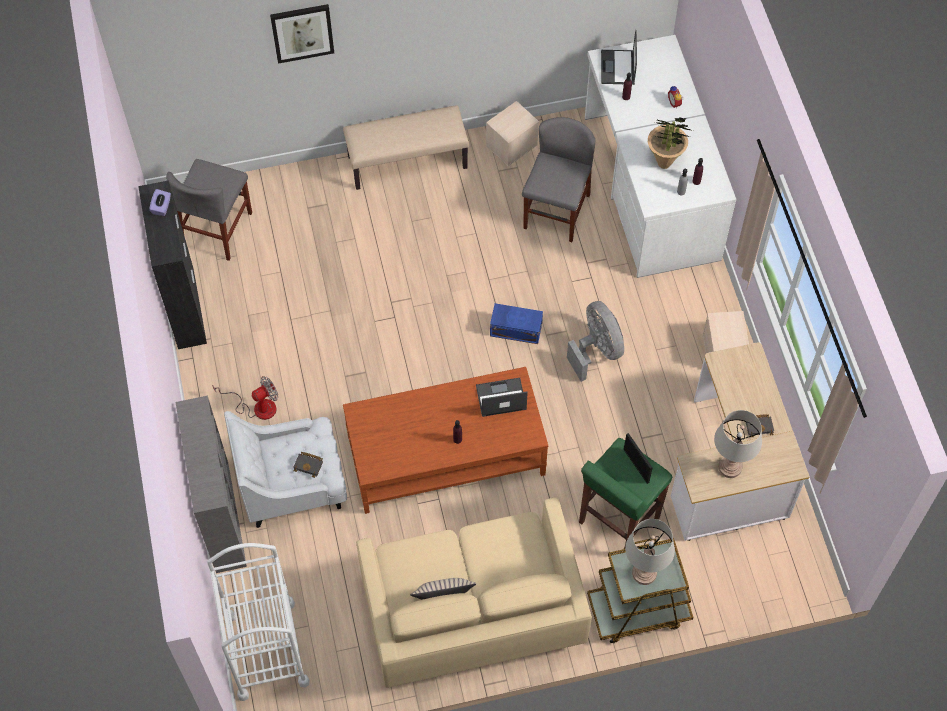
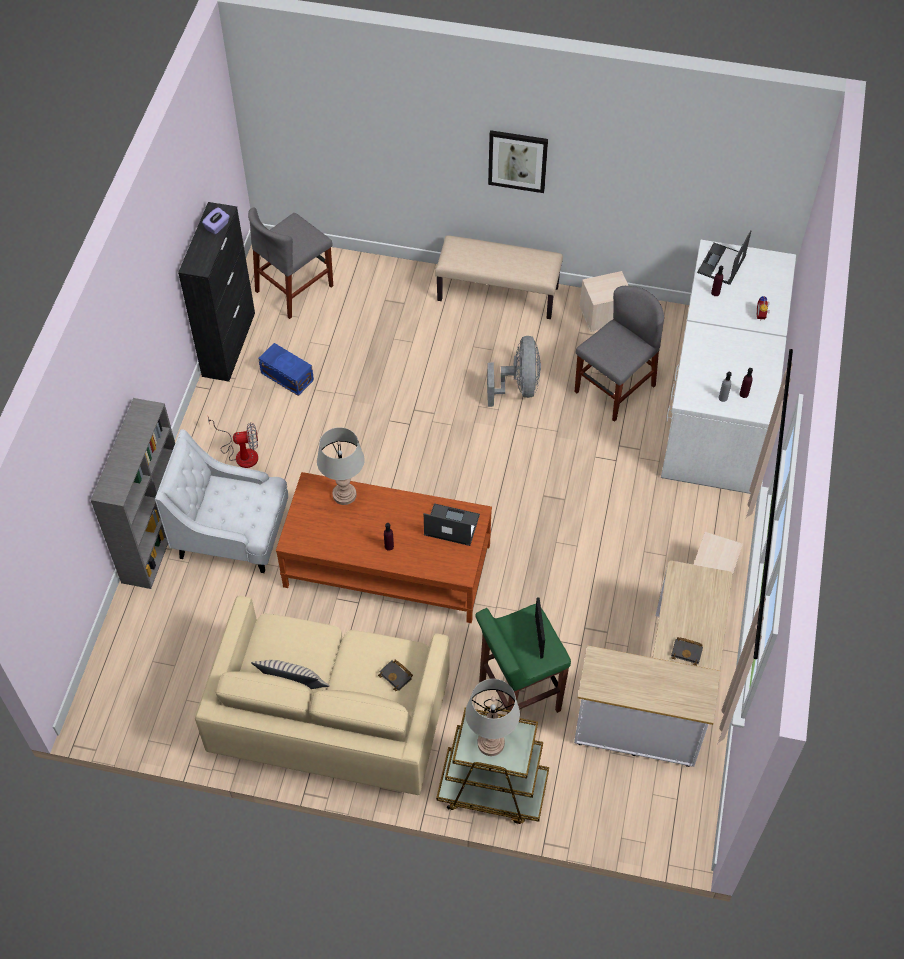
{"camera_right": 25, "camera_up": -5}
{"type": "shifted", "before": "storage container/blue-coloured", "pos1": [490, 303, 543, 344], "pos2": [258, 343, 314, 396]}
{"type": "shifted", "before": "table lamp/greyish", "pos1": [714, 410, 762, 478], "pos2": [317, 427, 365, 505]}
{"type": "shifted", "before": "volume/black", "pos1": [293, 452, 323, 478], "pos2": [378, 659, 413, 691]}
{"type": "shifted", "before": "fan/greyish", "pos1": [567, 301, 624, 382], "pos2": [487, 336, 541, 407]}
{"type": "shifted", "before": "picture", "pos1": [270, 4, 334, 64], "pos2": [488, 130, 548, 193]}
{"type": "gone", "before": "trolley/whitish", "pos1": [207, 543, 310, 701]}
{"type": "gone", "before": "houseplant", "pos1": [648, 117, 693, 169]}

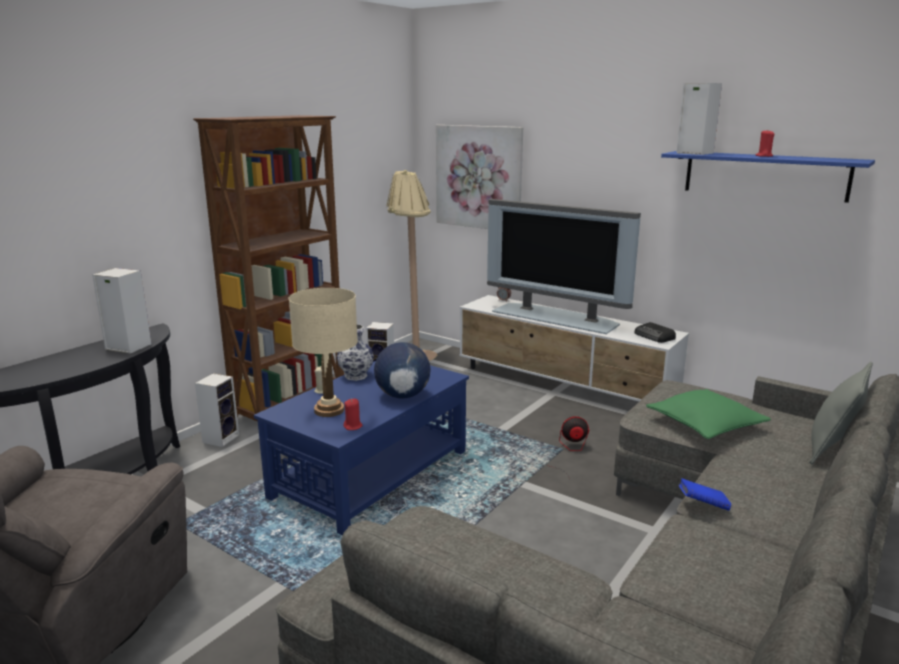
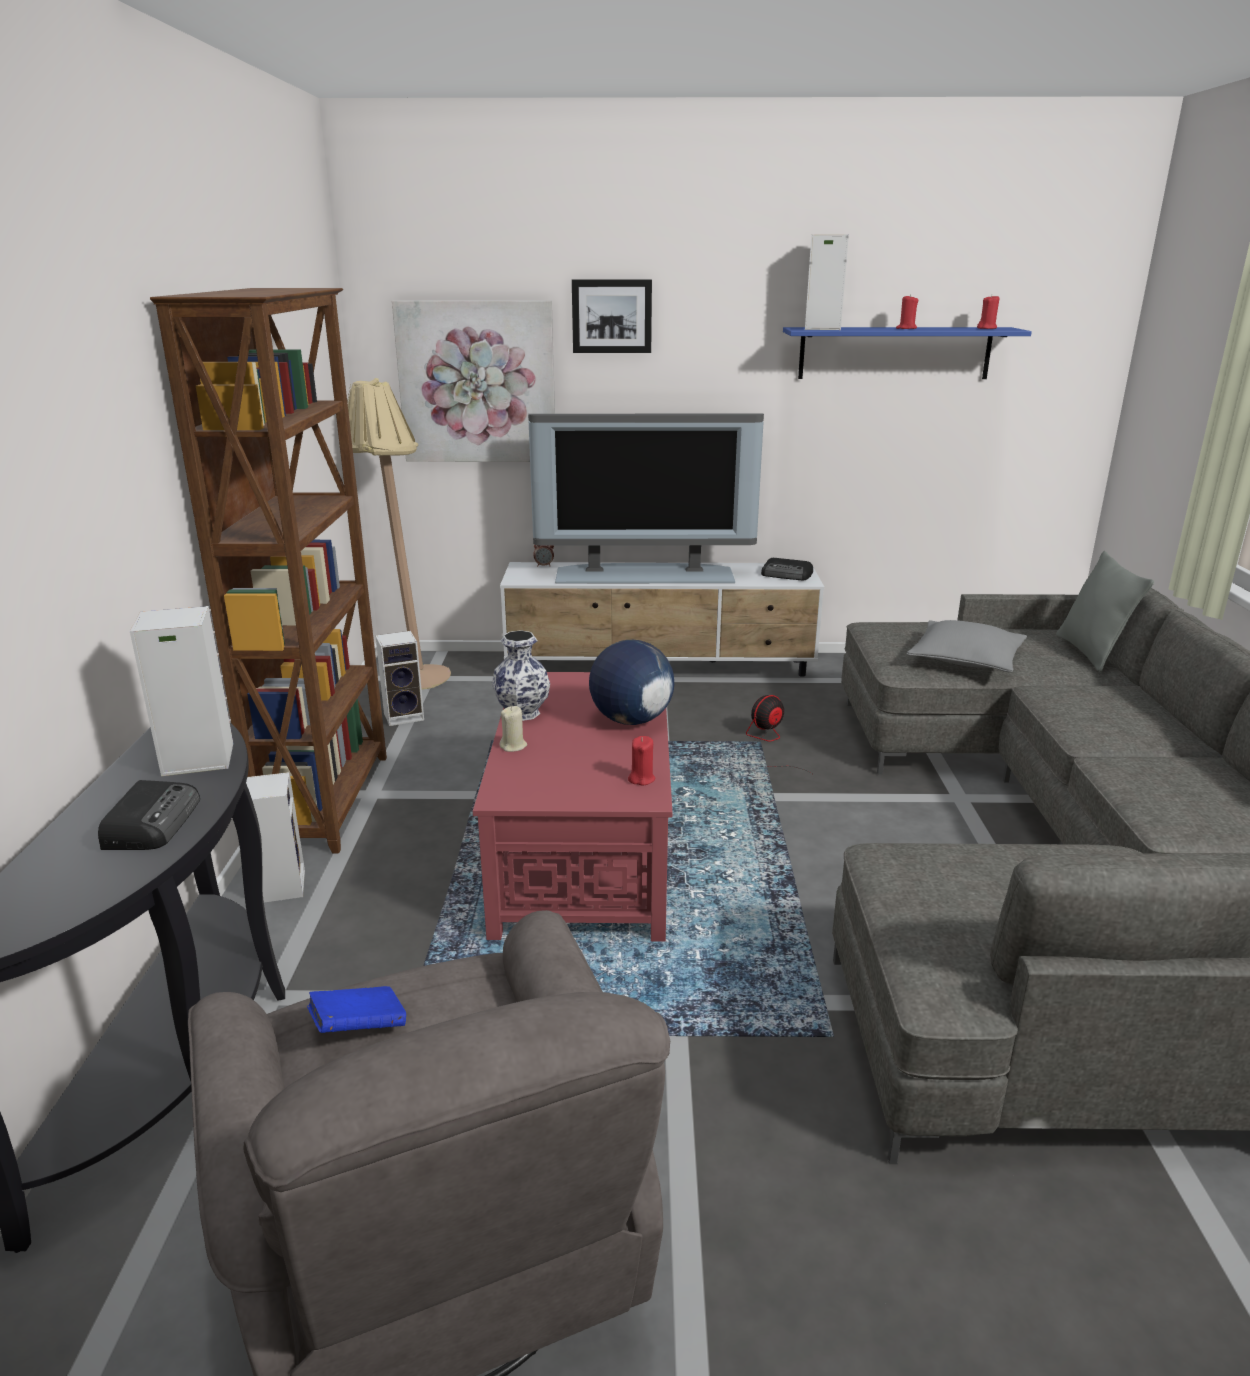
{"camera_right": -35, "camera_up": 5}
{"type": "new", "after": "radio set", "pos2": [98, 780, 200, 850]}
{"type": "shifted", "before": "volume/blue-coloured", "pos1": [679, 478, 731, 511], "pos2": [307, 986, 406, 1033]}
{"type": "repainted", "before": "lounge table/blue-coloured", "after": "lounge table/reddish", "pos1": [254, 361, 469, 535], "pos2": [473, 672, 672, 941]}
{"type": "new", "after": "picture", "pos2": [572, 279, 652, 353]}
{"type": "repainted", "before": "cushion/green", "after": "cushion/greyish", "pos1": [646, 389, 771, 439], "pos2": [906, 620, 1027, 672]}
{"type": "new", "after": "candle/reddish", "pos2": [977, 295, 999, 329]}
{"type": "gone", "before": "table lamp/beige-coloured", "pos1": [289, 288, 358, 417]}

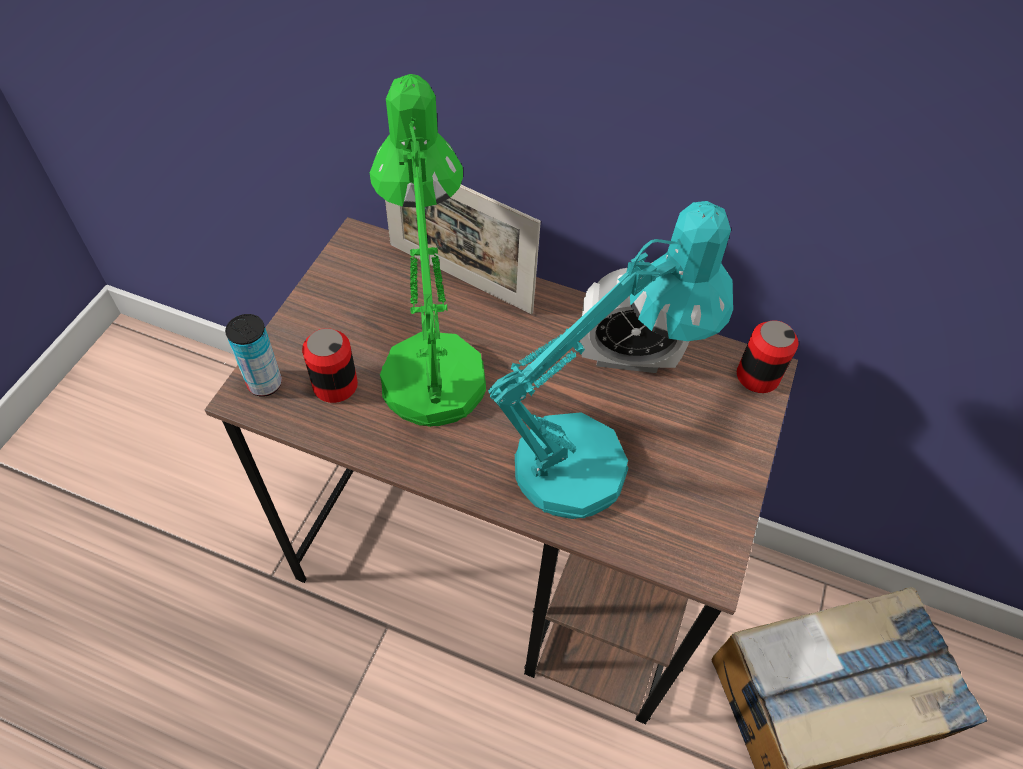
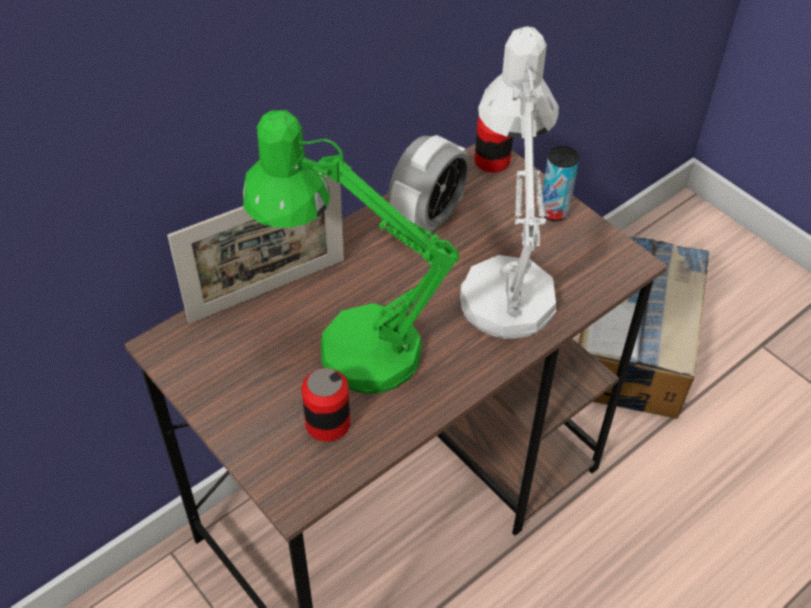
{"camera_right": -60, "camera_up": -5}
{"type": "repainted", "before": "table lamp/turquoise-coloured", "after": "table lamp/whitish", "pos1": [488, 201, 733, 519], "pos2": [460, 26, 559, 339]}
{"type": "shifted", "before": "can", "pos1": [225, 314, 282, 397], "pos2": [541, 146, 579, 221]}

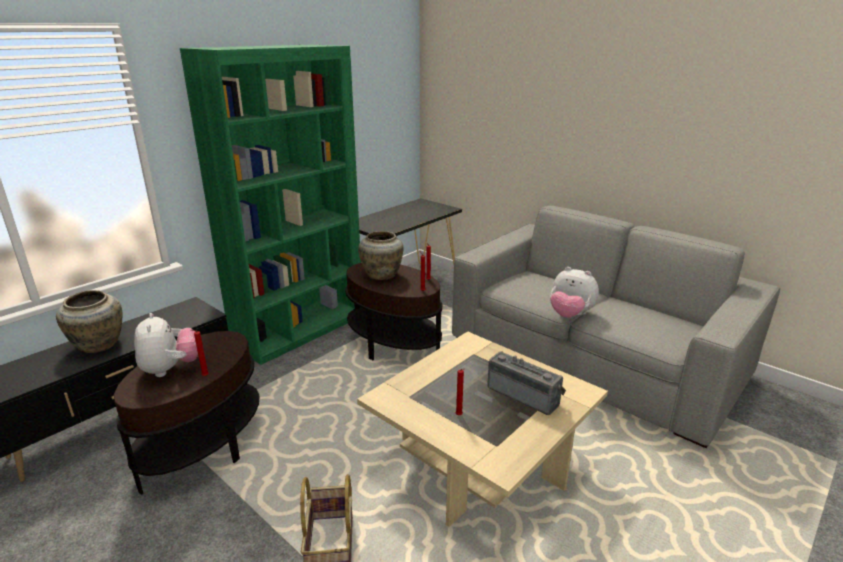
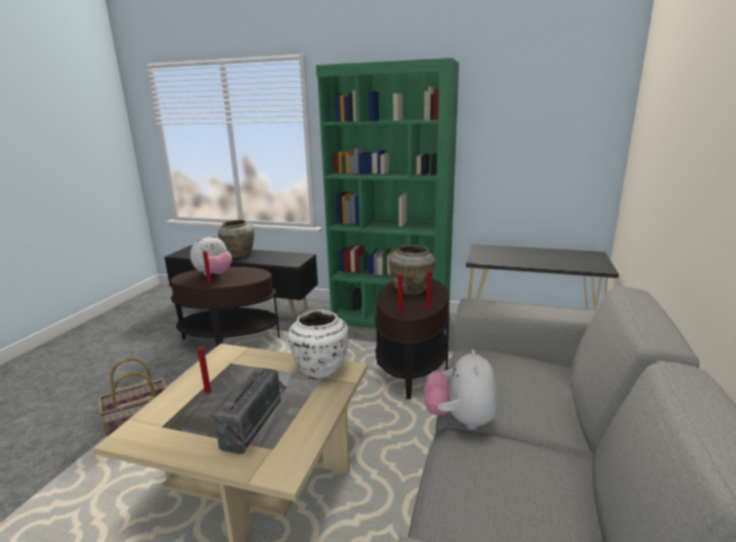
{"camera_right": 65, "camera_up": -5}
{"type": "new", "after": "vase/whitish", "pos2": [288, 310, 349, 379]}

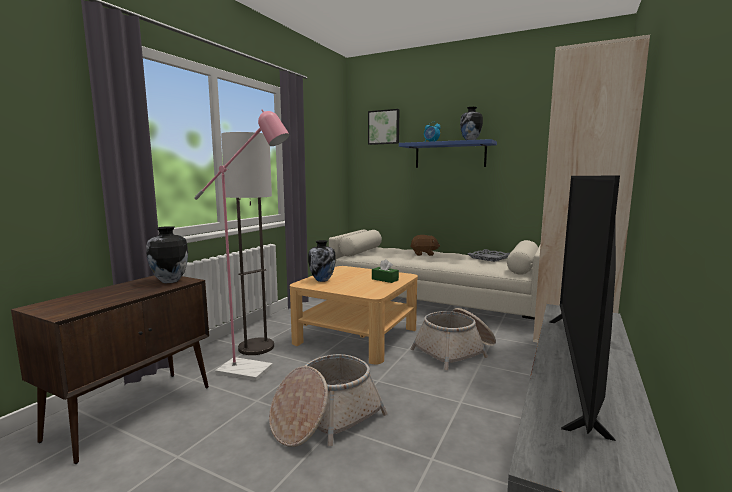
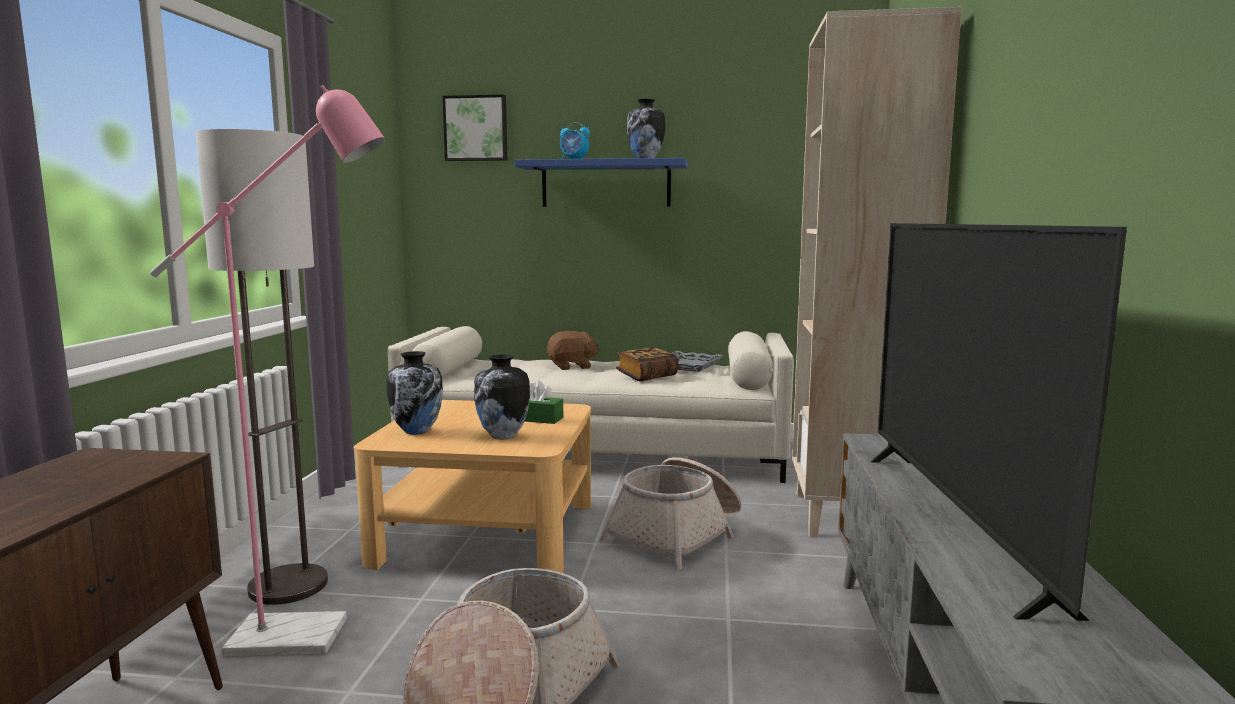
{"camera_right": -20, "camera_up": 0}
{"type": "shifted", "before": "vase", "pos1": [146, 226, 188, 283], "pos2": [474, 354, 530, 439]}
{"type": "new", "after": "volume", "pos2": [616, 347, 678, 381]}

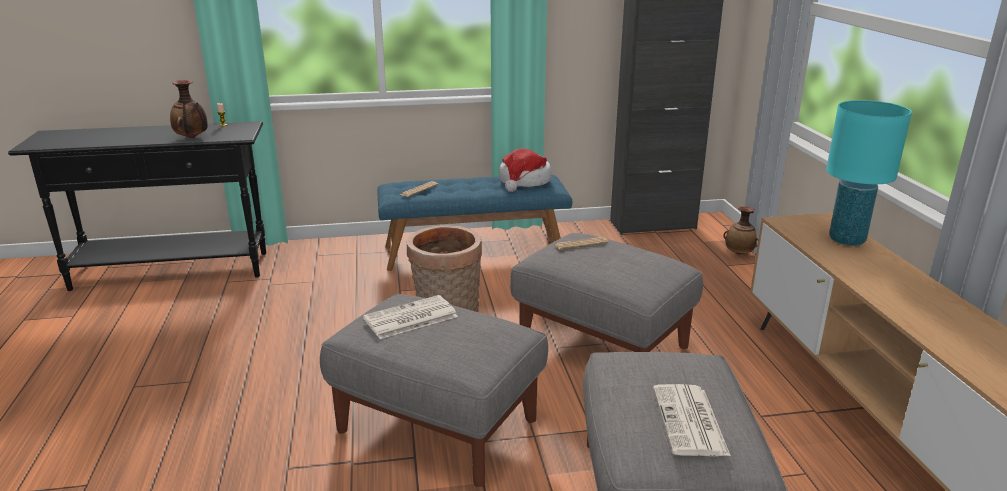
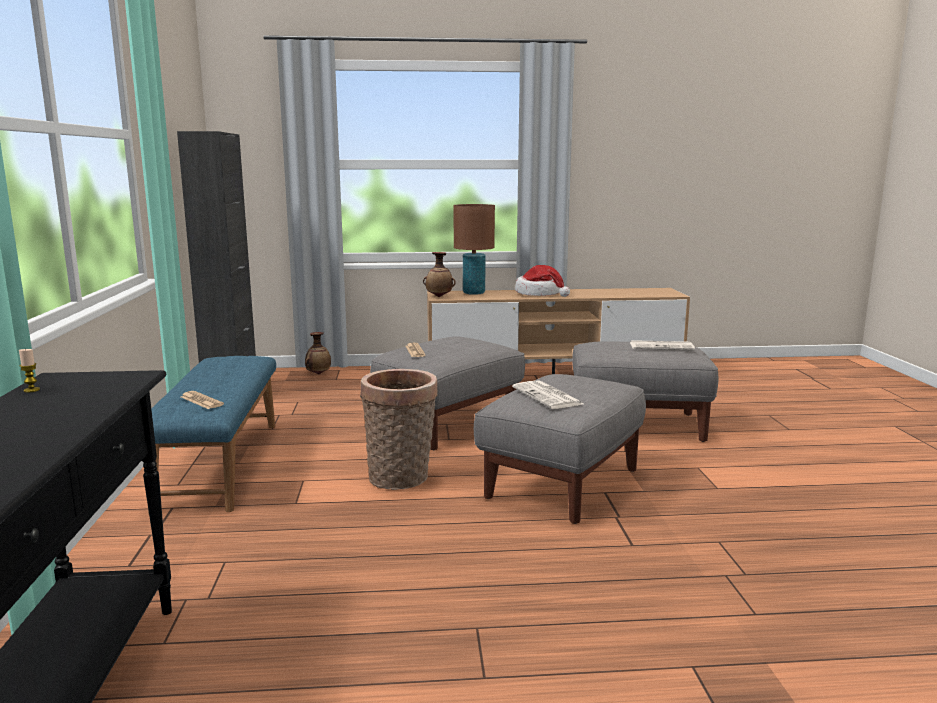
{"camera_right": -85, "camera_up": -10}
{"type": "shifted", "before": "vase", "pos1": [170, 80, 208, 139], "pos2": [423, 252, 456, 297]}
{"type": "repainted", "before": "table lamp/turquoise-coloured", "after": "table lamp/brownish", "pos1": [826, 100, 912, 246], "pos2": [453, 204, 495, 295]}
{"type": "shifted", "before": "clothing hat", "pos1": [499, 148, 552, 192], "pos2": [515, 265, 570, 297]}

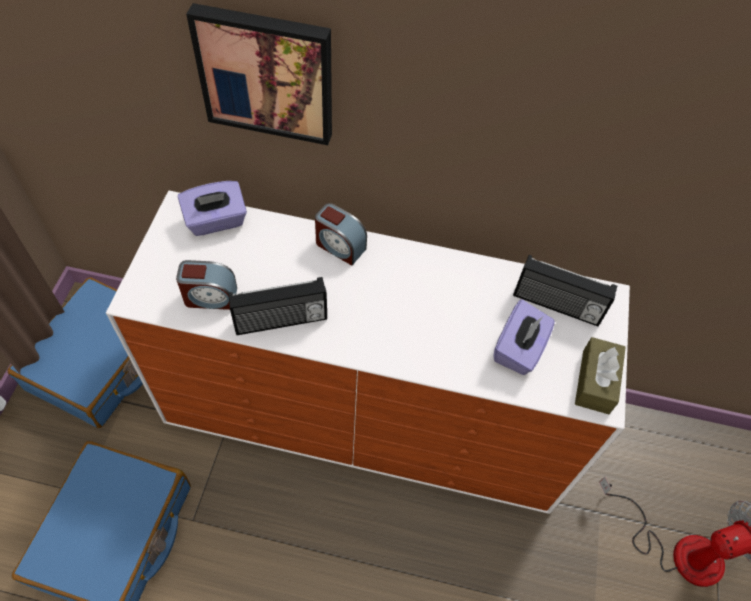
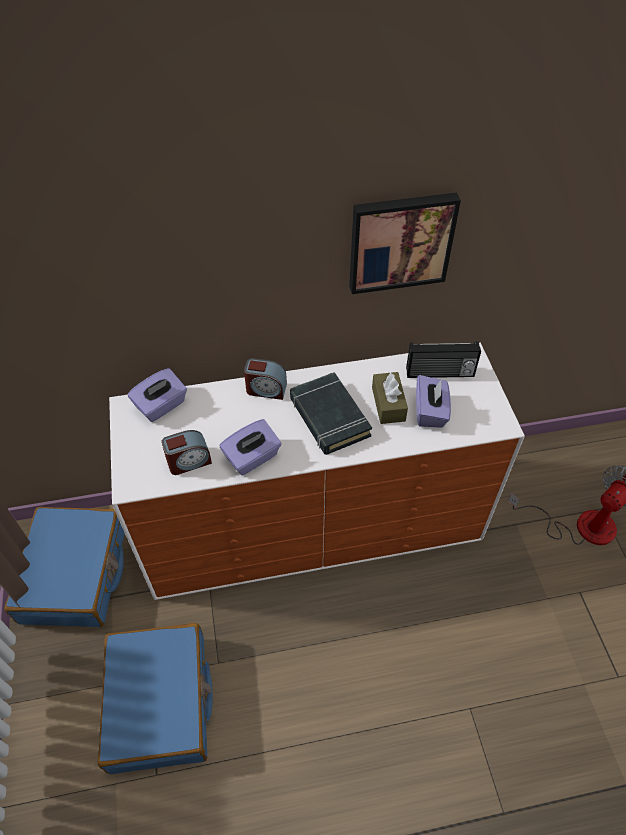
{"camera_right": -20, "camera_up": -5}
{"type": "swapped", "before": "radio set", "after": "tissue box/purplish", "pos1": [228, 277, 327, 335], "pos2": [220, 419, 281, 475]}
{"type": "new", "after": "volume/black", "pos2": [290, 372, 372, 455]}
{"type": "shifted", "before": "picture", "pos1": [186, 3, 332, 145], "pos2": [349, 193, 461, 294]}
{"type": "shifted", "before": "tissue box/brownish", "pos1": [575, 337, 626, 414], "pos2": [372, 372, 408, 424]}

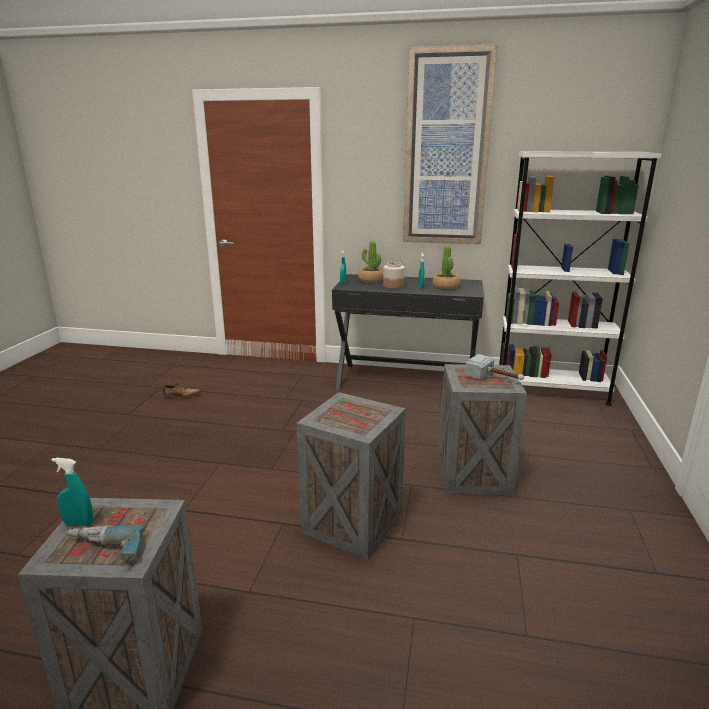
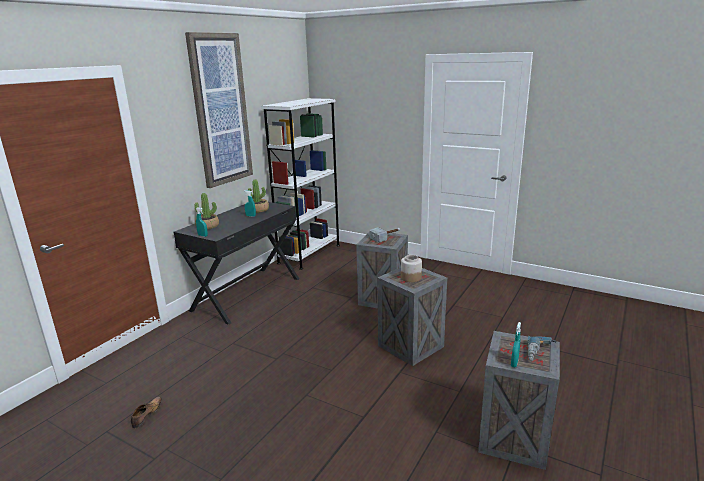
{"camera_right": -70, "camera_up": 0}
{"type": "shifted", "before": "preserve jar", "pos1": [383, 262, 405, 289], "pos2": [401, 255, 422, 282]}

